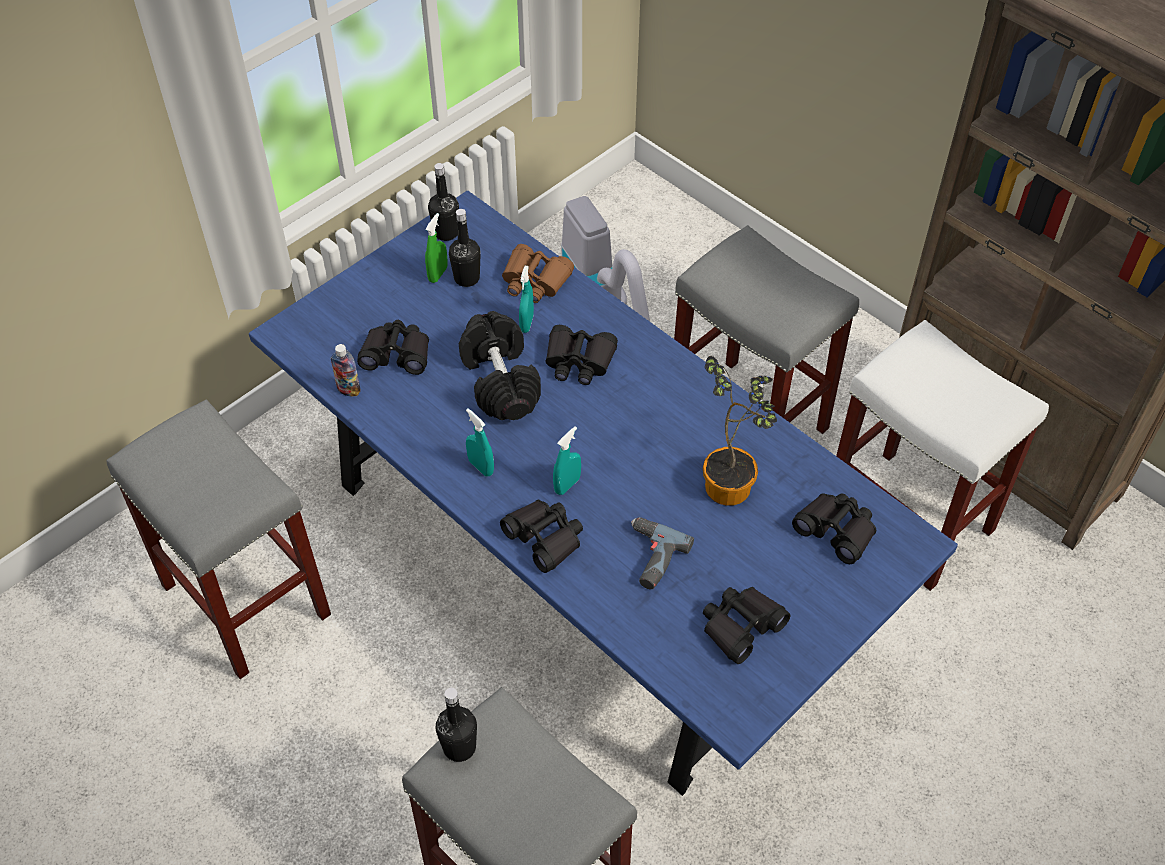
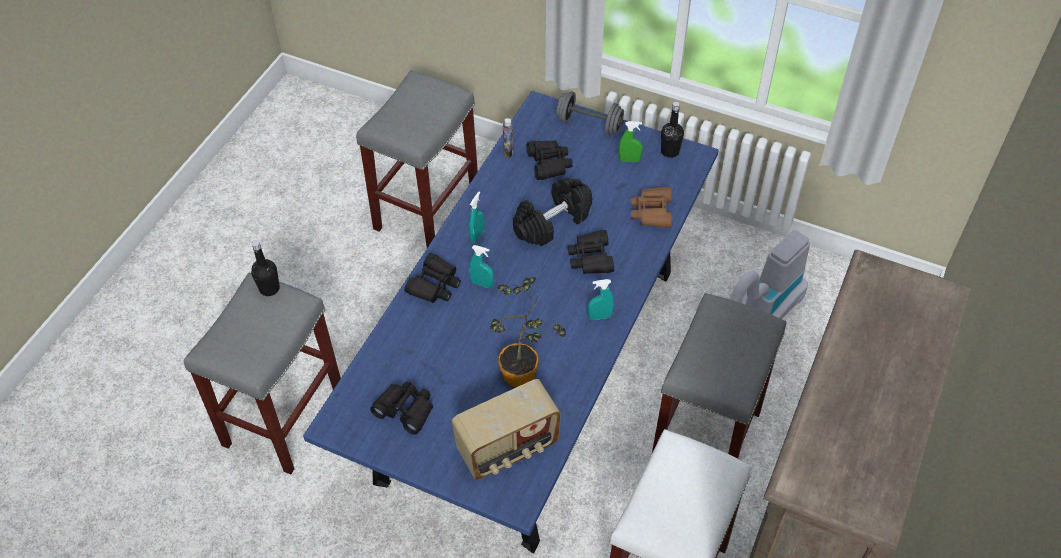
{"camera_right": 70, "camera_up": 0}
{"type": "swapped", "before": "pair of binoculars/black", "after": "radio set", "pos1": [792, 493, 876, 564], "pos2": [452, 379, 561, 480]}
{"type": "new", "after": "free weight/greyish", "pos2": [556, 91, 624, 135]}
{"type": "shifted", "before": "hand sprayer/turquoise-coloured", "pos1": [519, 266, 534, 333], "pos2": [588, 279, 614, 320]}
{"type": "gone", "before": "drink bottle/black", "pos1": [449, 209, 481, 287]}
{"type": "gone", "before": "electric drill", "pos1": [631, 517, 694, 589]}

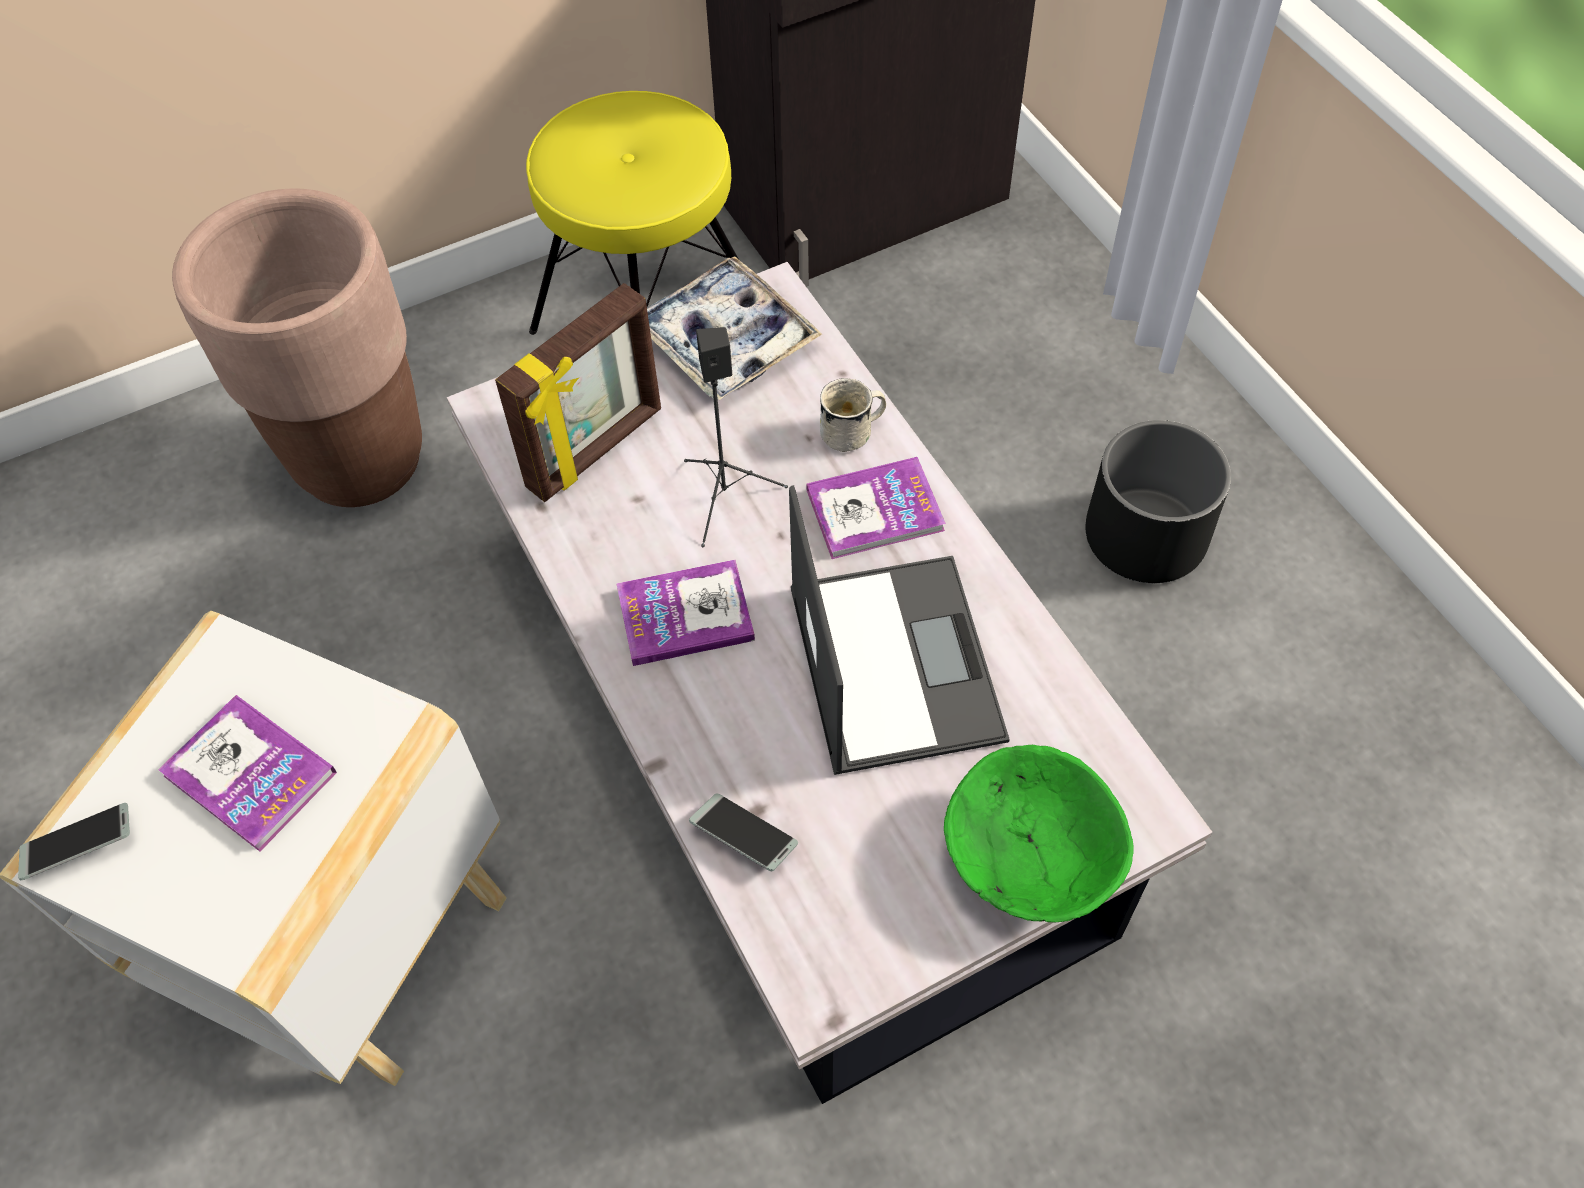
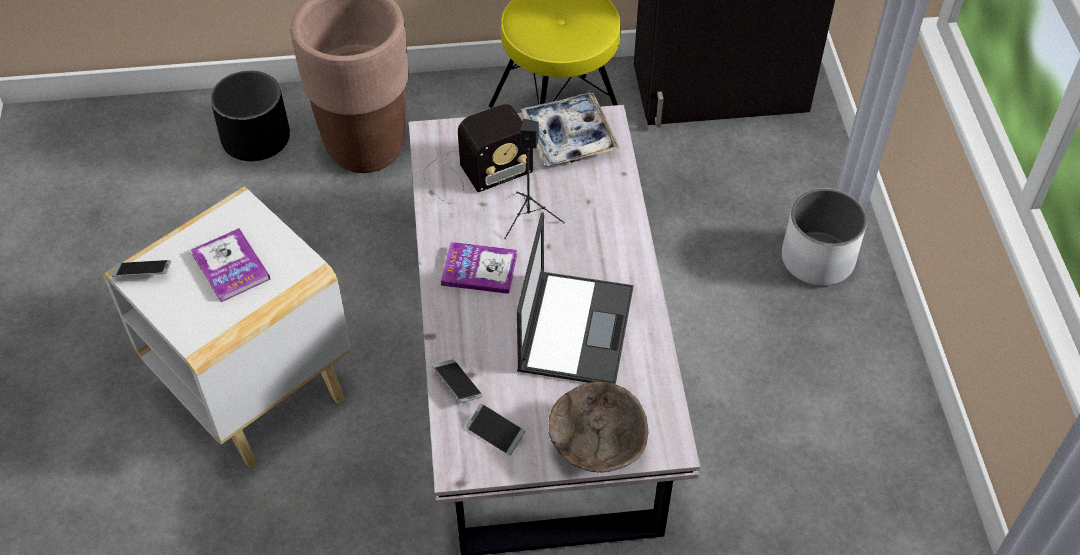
{"camera_right": 20, "camera_up": -5}
{"type": "shifted", "before": "plant pot/black", "pos1": [1086, 420, 1231, 583], "pos2": [210, 70, 290, 162]}
{"type": "swapped", "before": "standing frame", "after": "radio set", "pos1": [495, 283, 661, 502], "pos2": [423, 104, 533, 204]}
{"type": "new", "after": "telephone", "pos2": [466, 403, 525, 455]}
{"type": "repainted", "before": "deep dish/green", "after": "deep dish/brownish", "pos1": [944, 745, 1134, 922], "pos2": [548, 381, 648, 473]}
{"type": "new", "after": "plant pot/whitish", "pos2": [782, 188, 867, 286]}
{"type": "gone", "before": "volume", "pos1": [807, 457, 946, 559]}
{"type": "gone", "before": "mug/whitish", "pos1": [820, 378, 886, 452]}

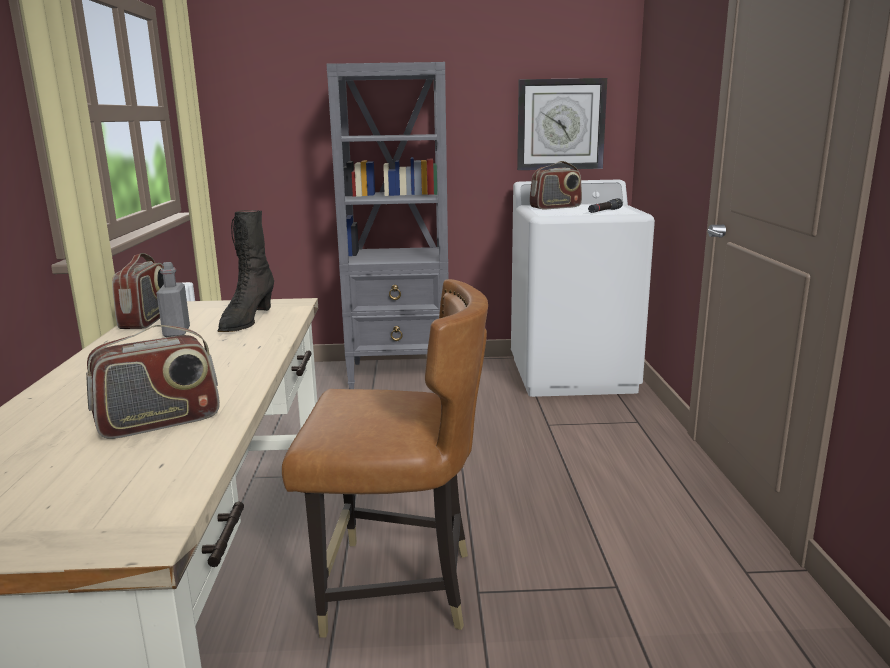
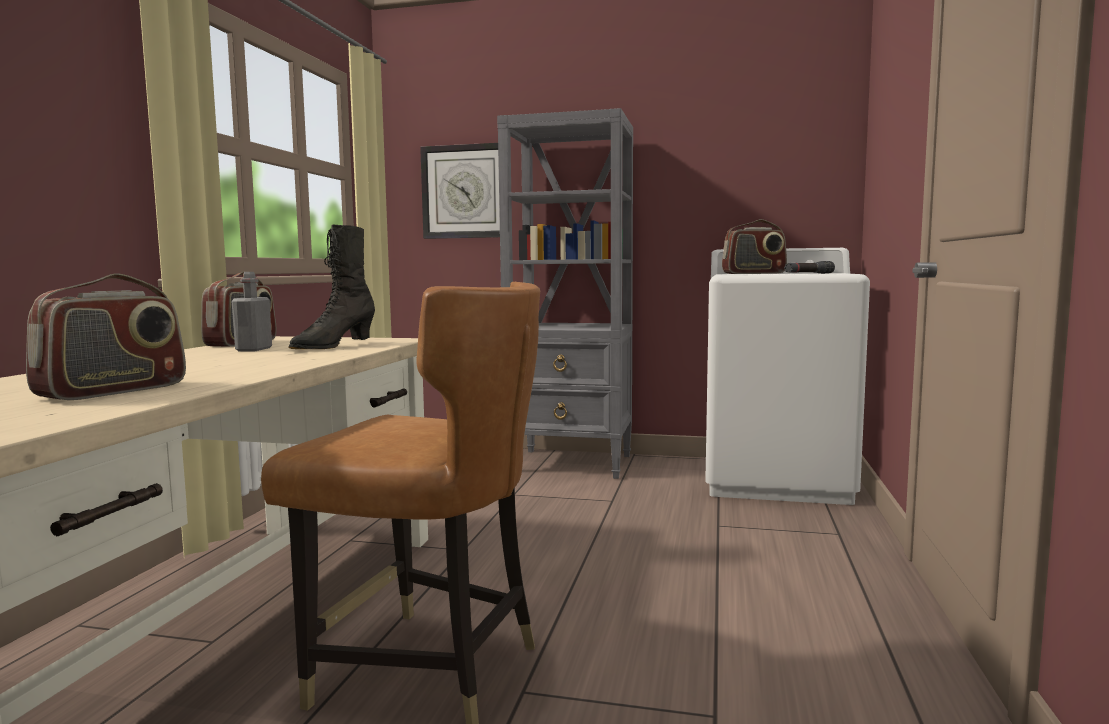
{"camera_right": 15, "camera_up": -10}
{"type": "rotated", "before": "radio set", "pos1": [86, 325, 220, 439], "pos2": [26, 273, 186, 400], "turn": -45}
{"type": "shifted", "before": "wall clock", "pos1": [517, 78, 607, 170], "pos2": [420, 143, 500, 239]}

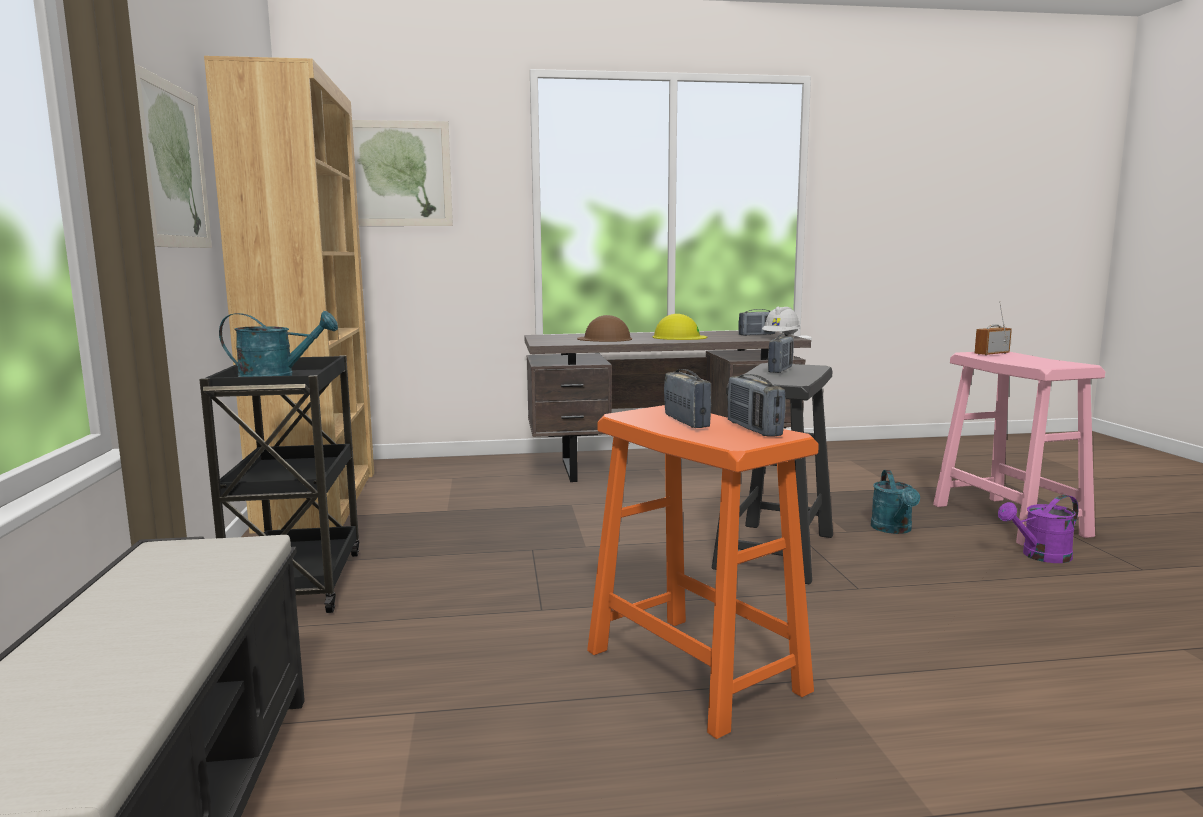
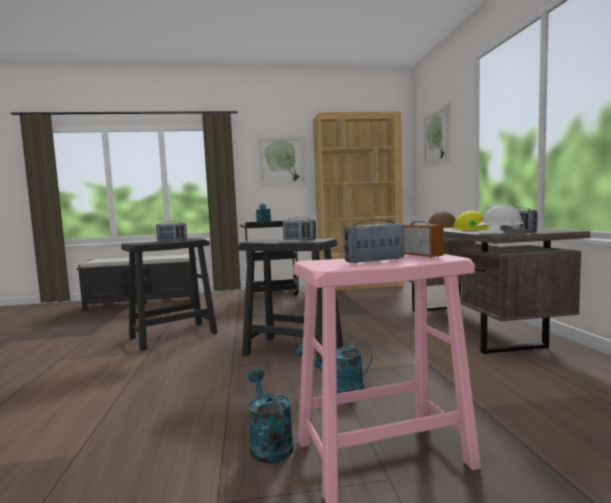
{"camera_right": 90, "camera_up": -5}
{"type": "repainted", "before": "stool/orange", "after": "stool/black", "pos1": [587, 405, 819, 739], "pos2": [121, 238, 218, 350]}
{"type": "repainted", "before": "watering can/purplish", "after": "watering can/turquoise-coloured", "pos1": [998, 495, 1078, 563], "pos2": [247, 369, 293, 463]}
{"type": "shifted", "before": "radio set", "pos1": [727, 374, 786, 437], "pos2": [344, 220, 405, 263]}

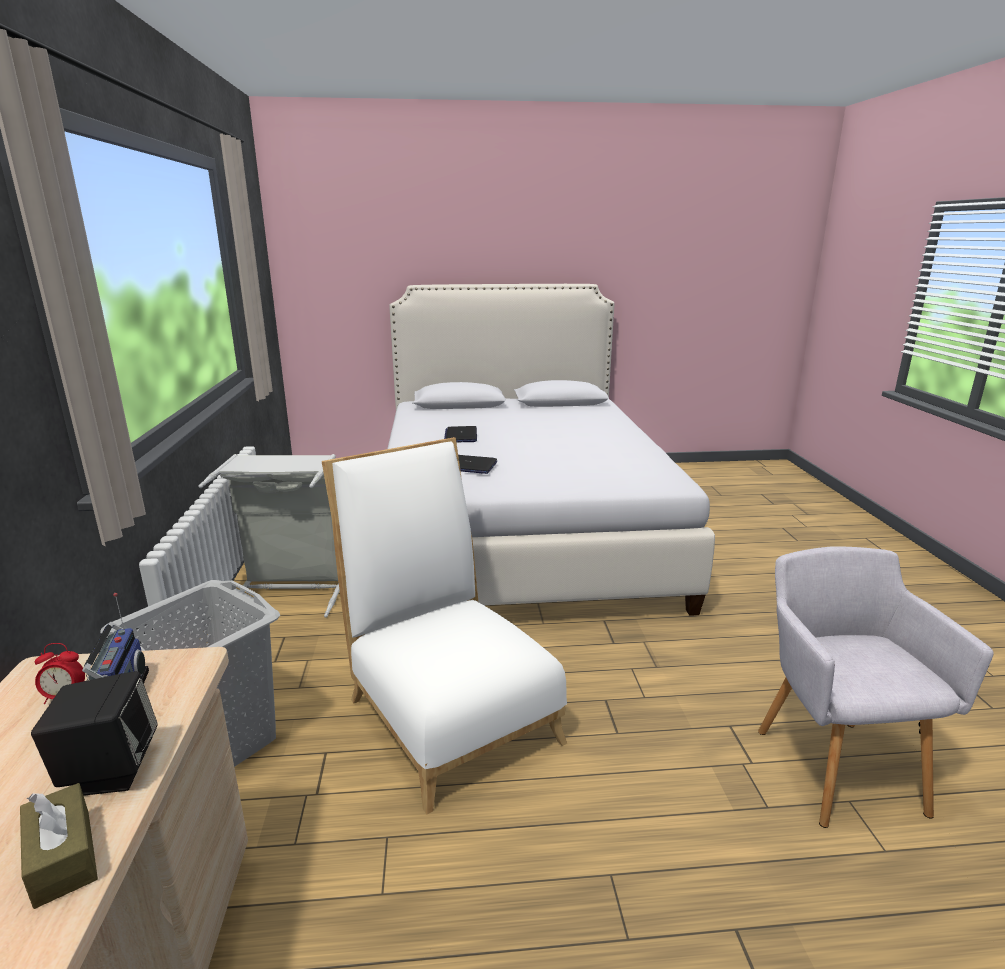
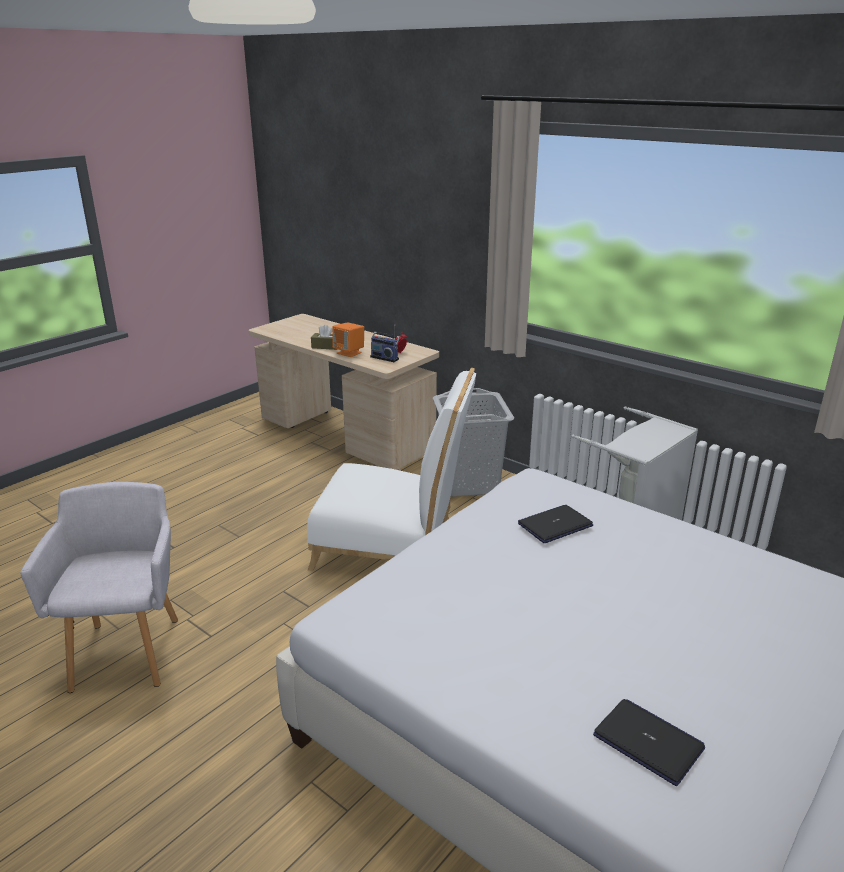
{"camera_right": 135, "camera_up": 5}
{"type": "rotated", "before": "lounge chair/greyish", "pos1": [758, 547, 994, 828], "pos2": [20, 482, 178, 693], "turn": -135}
{"type": "repainted", "before": "audio speaker/black", "after": "audio speaker/orange", "pos1": [31, 671, 158, 796], "pos2": [332, 322, 364, 357]}
{"type": "shifted", "before": "laptop", "pos1": [444, 426, 477, 442], "pos2": [593, 699, 705, 786]}

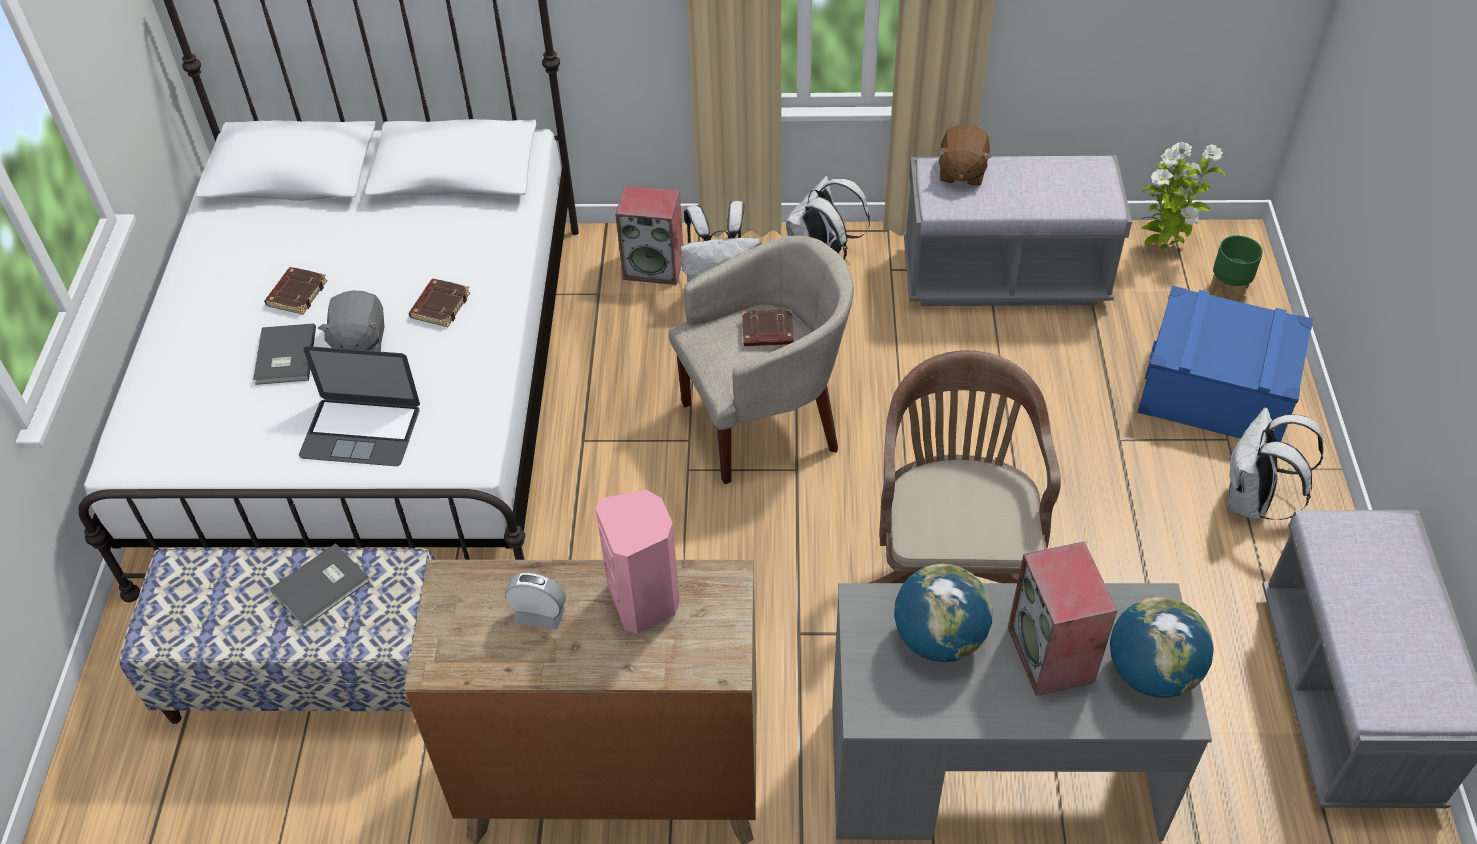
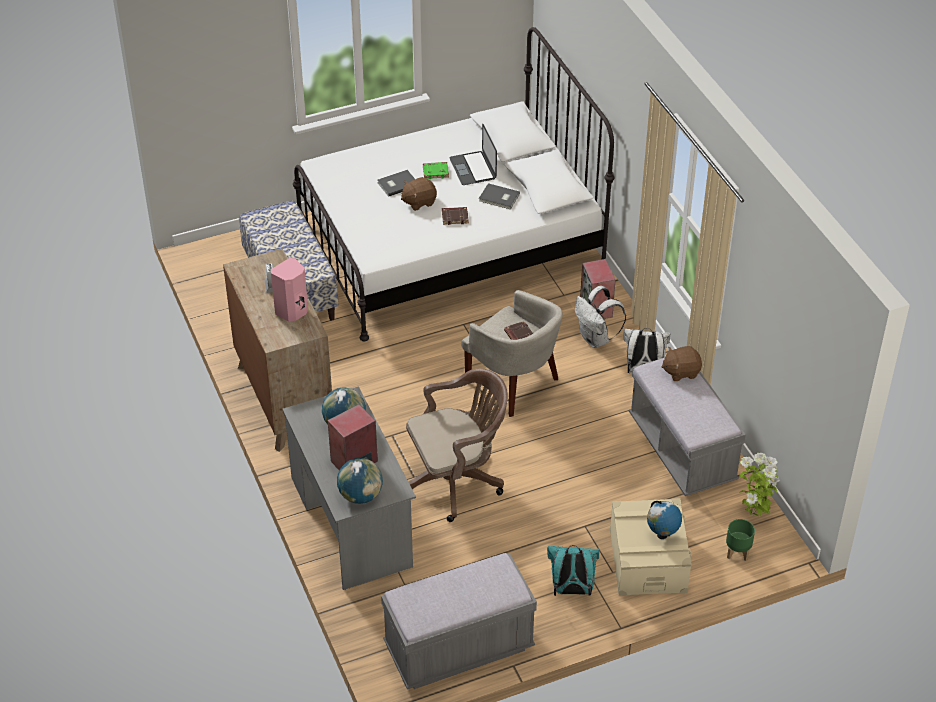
{"camera_right": 65, "camera_up": -5}
{"type": "repainted", "before": "soft toy/greyish", "after": "soft toy/brownish", "pos1": [318, 290, 384, 352], "pos2": [401, 177, 437, 211]}
{"type": "repainted", "before": "volume/brownish", "after": "volume/green", "pos1": [264, 267, 328, 315], "pos2": [423, 162, 449, 179]}
{"type": "shifted", "before": "laptop", "pos1": [299, 346, 420, 466], "pos2": [449, 124, 497, 185]}
{"type": "shifted", "before": "volume/greyish", "pos1": [270, 543, 370, 627], "pos2": [479, 183, 520, 209]}
{"type": "repainted", "before": "knapsack/whitish", "after": "knapsack/turquoise-coloured", "pos1": [1227, 408, 1324, 520], "pos2": [547, 545, 600, 596]}
{"type": "repainted", "before": "storage container/blue-coloured", "after": "storage container/beige-coloured", "pos1": [1137, 286, 1313, 442], "pos2": [610, 498, 692, 596]}
{"type": "new", "after": "world globe", "pos2": [647, 501, 682, 539]}

